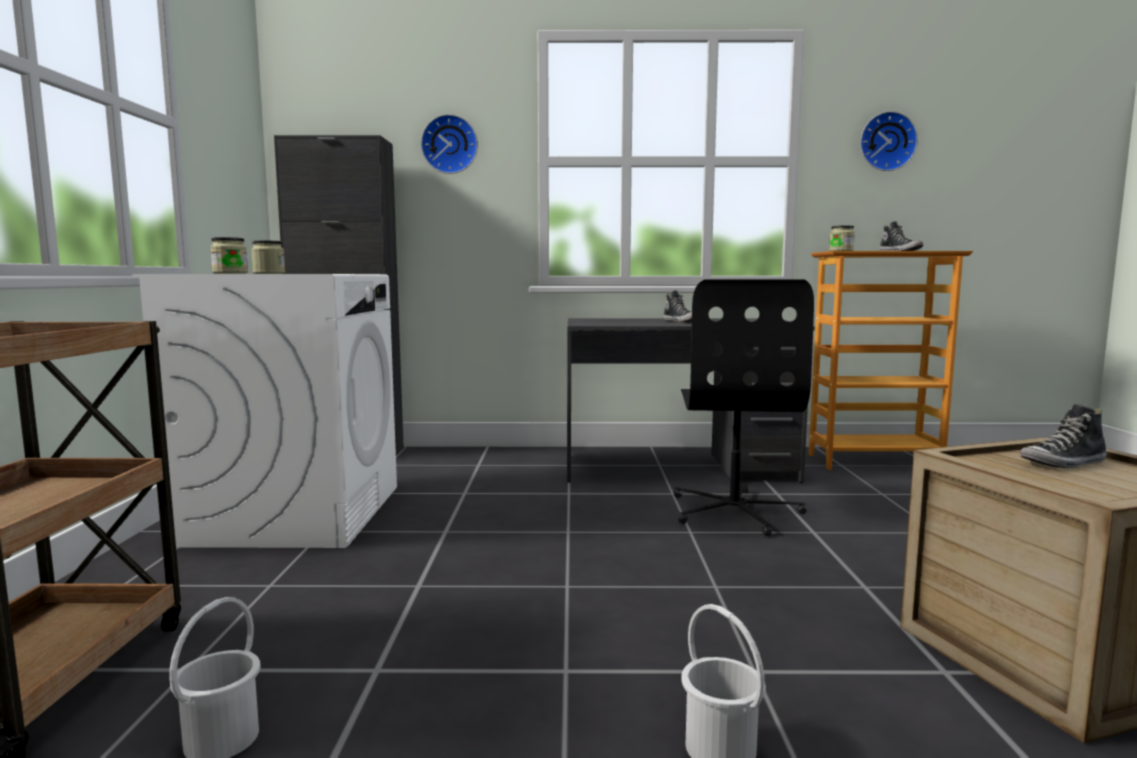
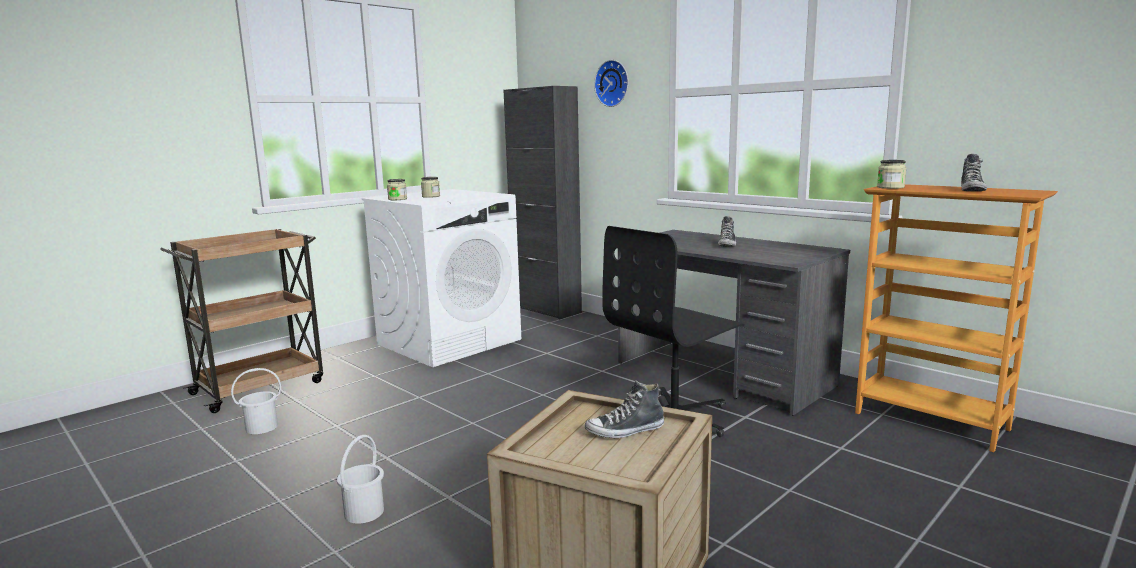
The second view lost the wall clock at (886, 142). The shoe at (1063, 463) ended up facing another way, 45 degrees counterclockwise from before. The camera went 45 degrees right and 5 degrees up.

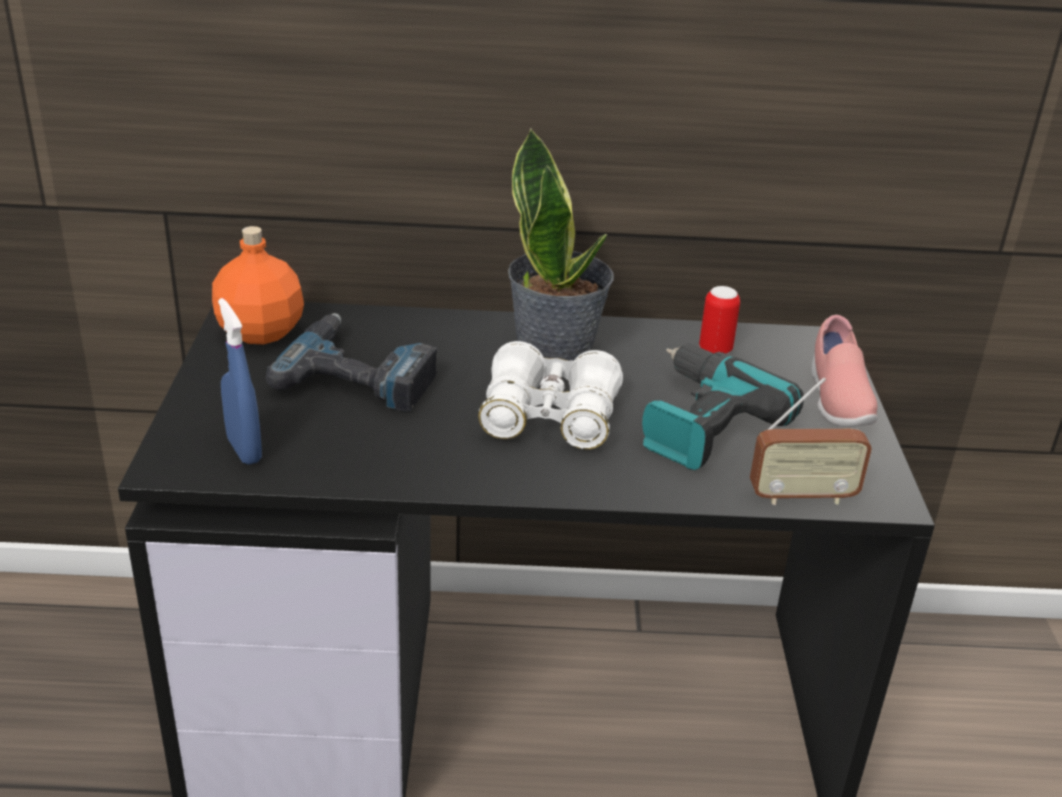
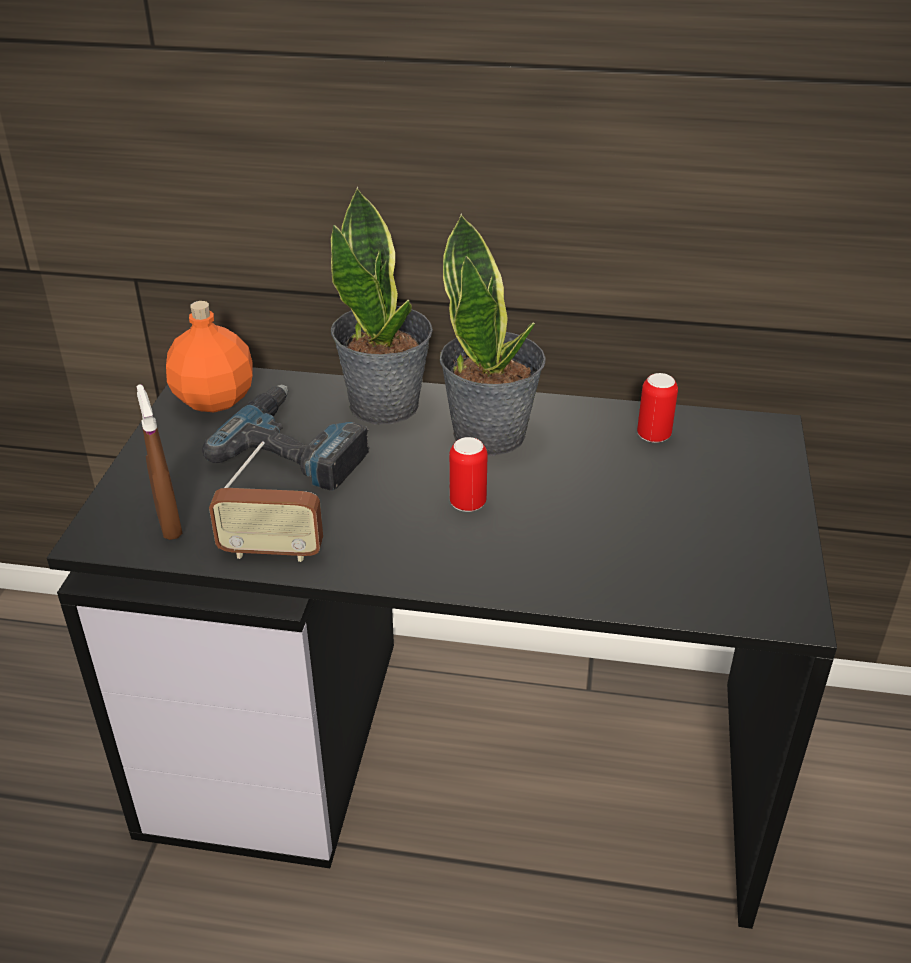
The second view lost the power drill at (699, 422). The second view lost the pink shoe at (836, 400). The second view gained the potted plant at (385, 405). The radio ended up elsewhere, having gone from (802, 496) to (271, 552). Where the white binoculars stood at (549, 417), the can came to stand at (468, 503). What was the blue spray bottle at (244, 450) turned into the brown spray bottle at (169, 524). The camera went 10 degrees right and 5 degrees up.

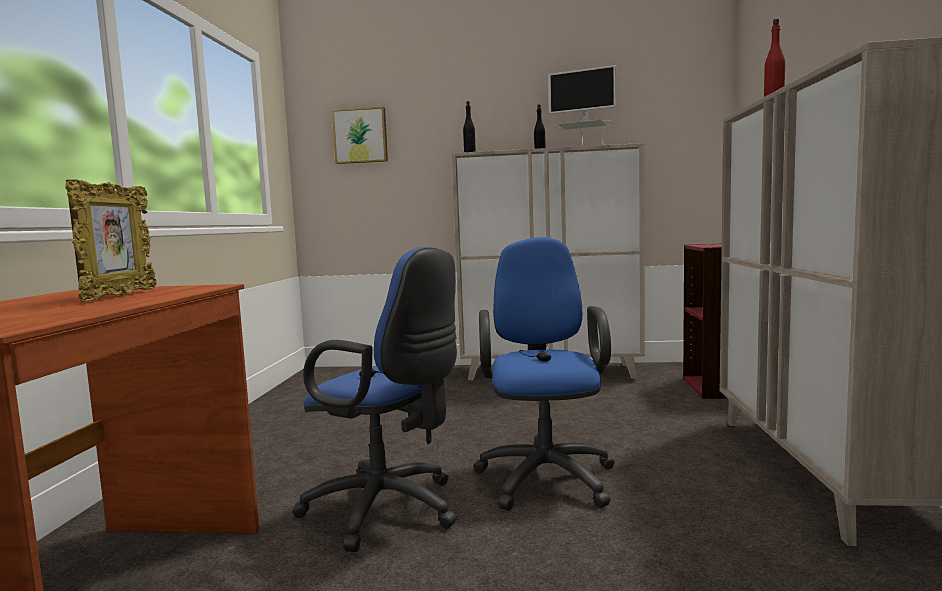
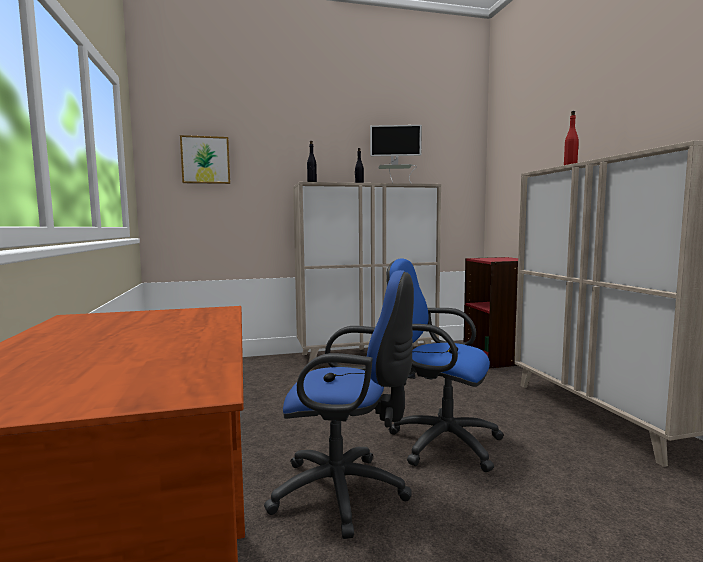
The second view lost the picture frame at (119, 296). The blue office chair at (545, 475) ended up facing another way, 45 degrees counterclockwise from before. The camera went 20 degrees left and 0 degrees up.

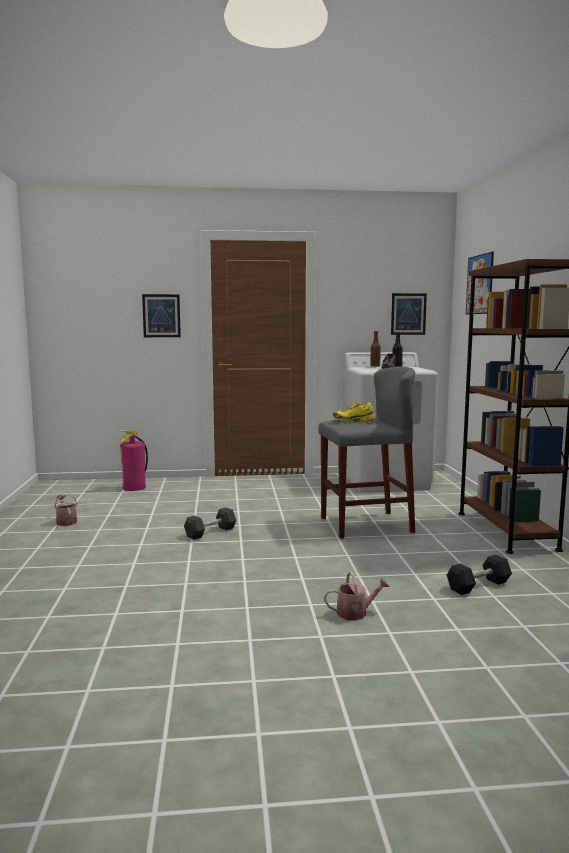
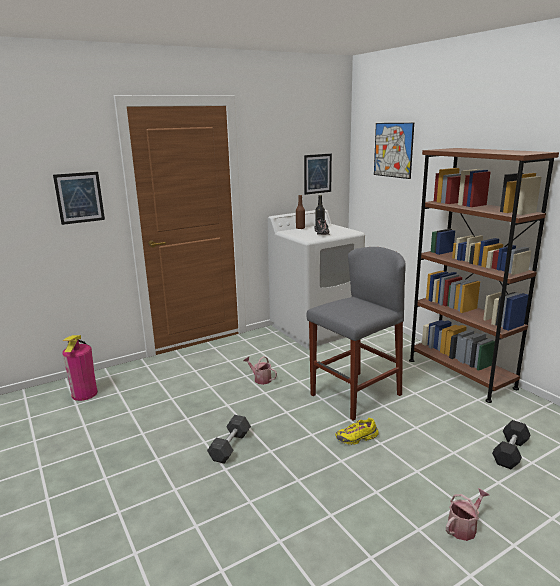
The watering can ended up elsewhere, having gone from (66, 521) to (260, 379). The yellow shoe ended up elsewhere, having gone from (354, 421) to (357, 438). The camera went 25 degrees left and 10 degrees up.

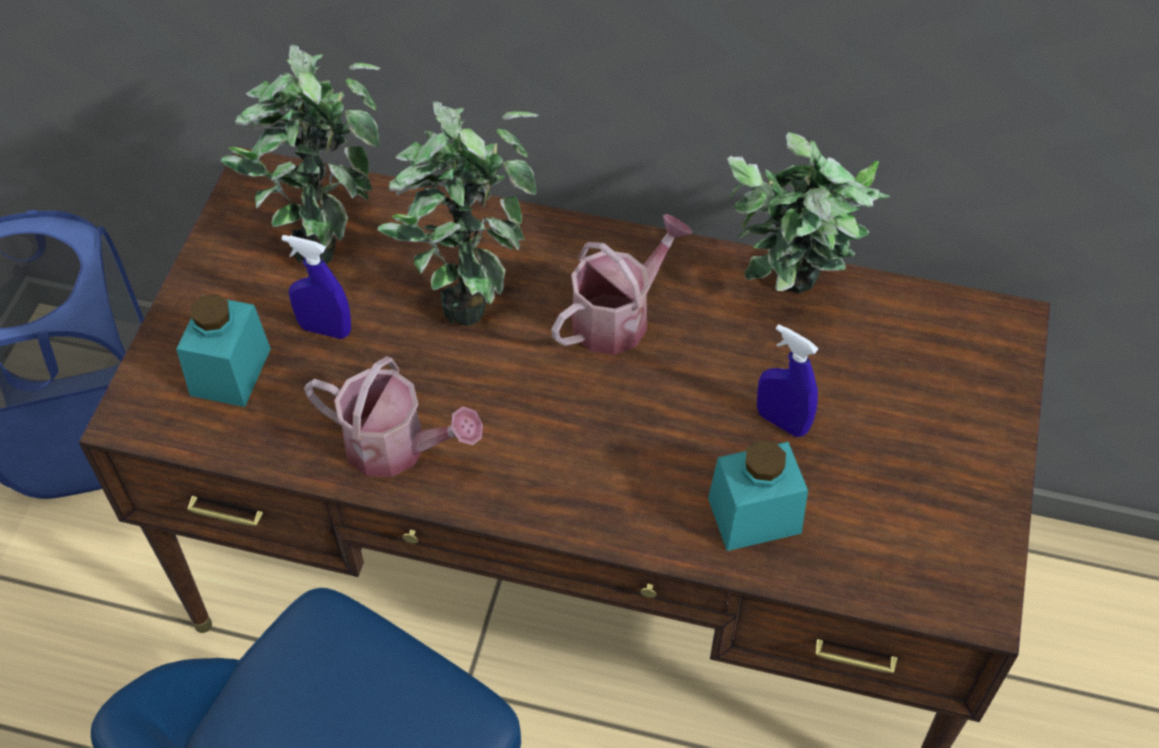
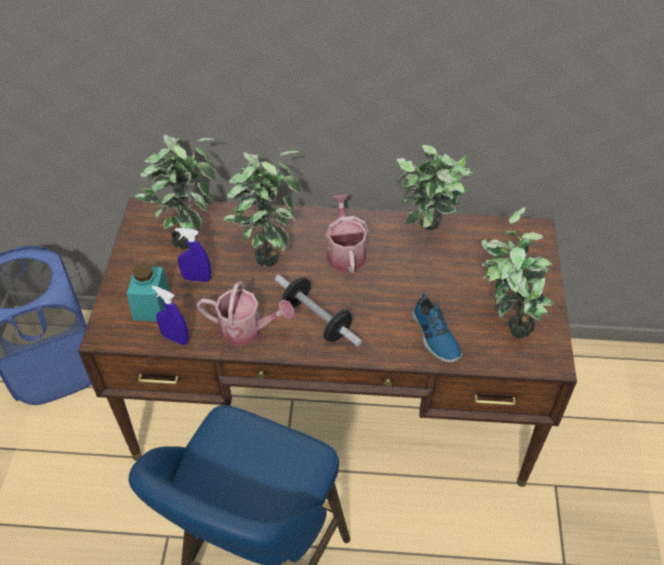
The second view gained the dumbbell at (317, 320). The second view gained the potted plant at (505, 324). The blue spray bottle ended up elsewhere, having gone from (781, 422) to (175, 338). Where the turquoise jar stood at (754, 515), the shoe came to stand at (434, 336). The watering can at (618, 316) ended up facing another way, 45 degrees counterclockwise from before. The camera went 10 degrees left and 5 degrees down.

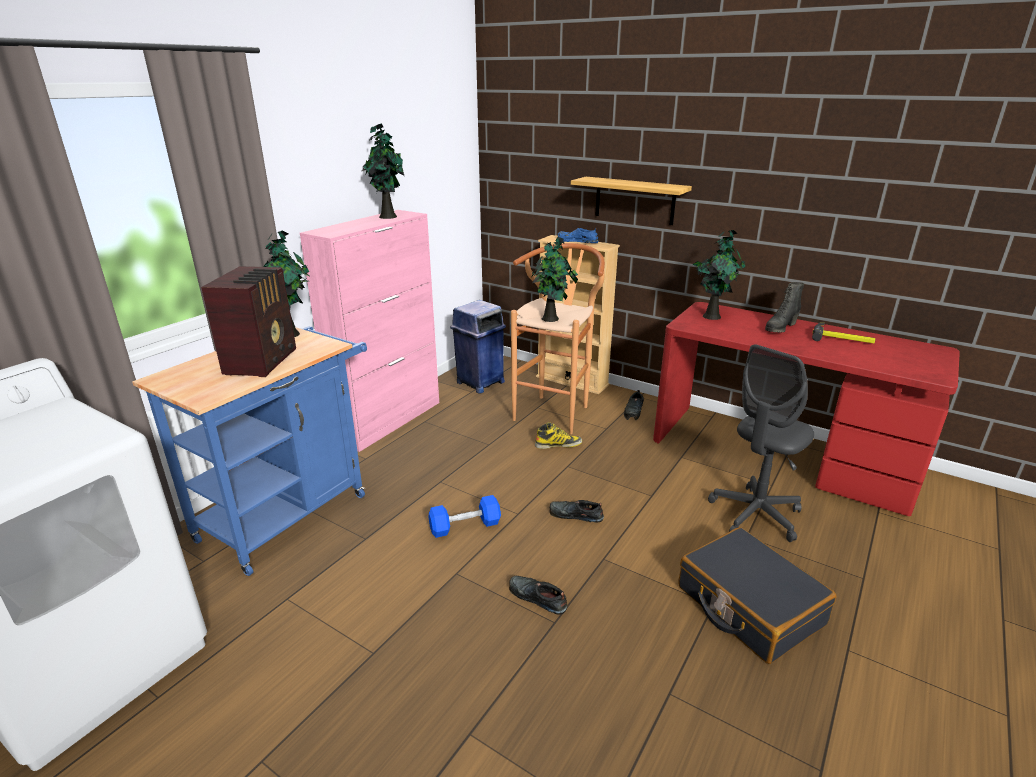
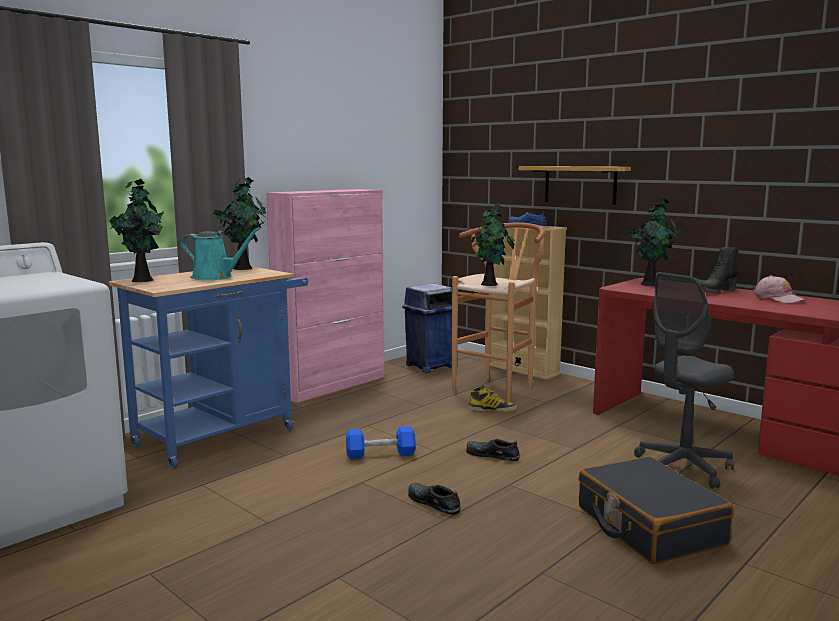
The second view lost the black shoe at (634, 411). The potted plant ended up elsewhere, having gone from (387, 216) to (142, 280). Where the radio stood at (263, 361), the turquoise watering can came to stand at (215, 277). Where the hammer stood at (842, 339), the pink cap came to stand at (778, 299). The camera went 10 degrees right and 15 degrees down.

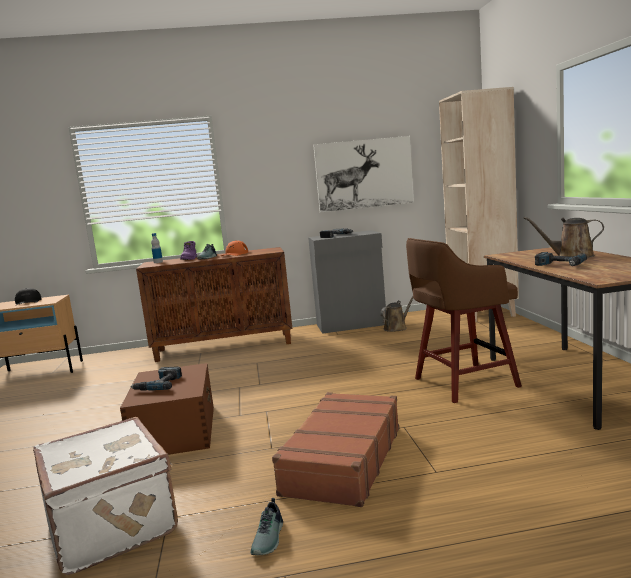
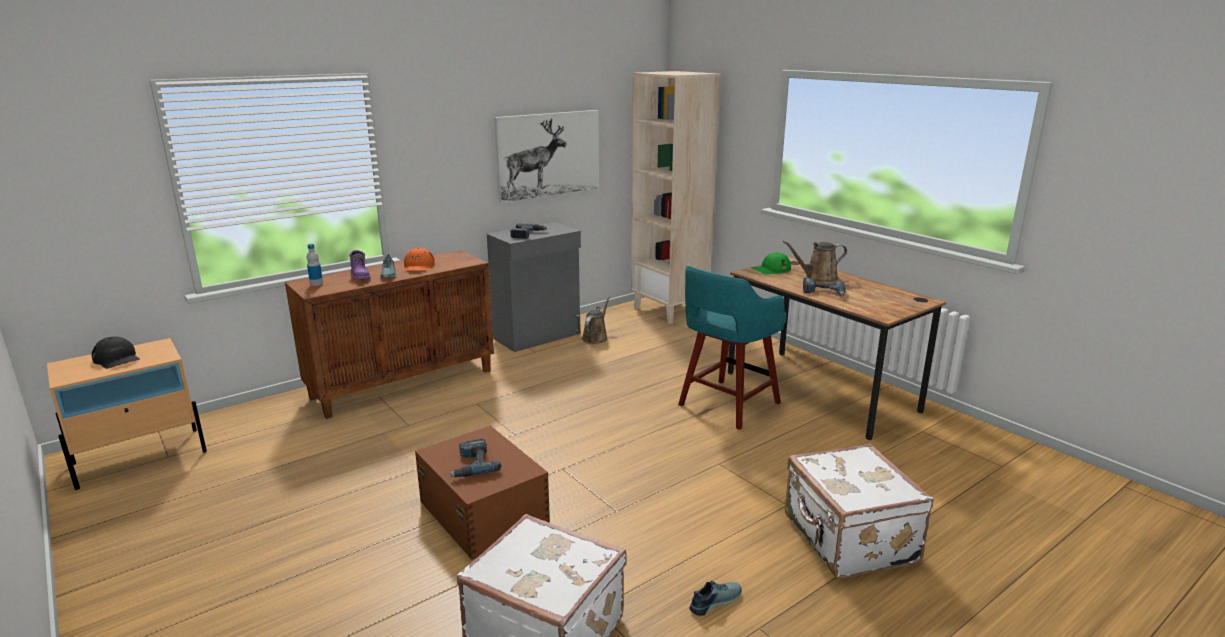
The second view lost the brown suitcase at (342, 460). The second view gained the green cap at (771, 269). The second view gained the white suitcase at (847, 540). What was the brown stool at (462, 383) turned into the turquoise stool at (727, 405). The shoe at (270, 538) ended up facing another way, 105 degrees counterclockwise from before. The camera went 30 degrees left and 10 degrees up.

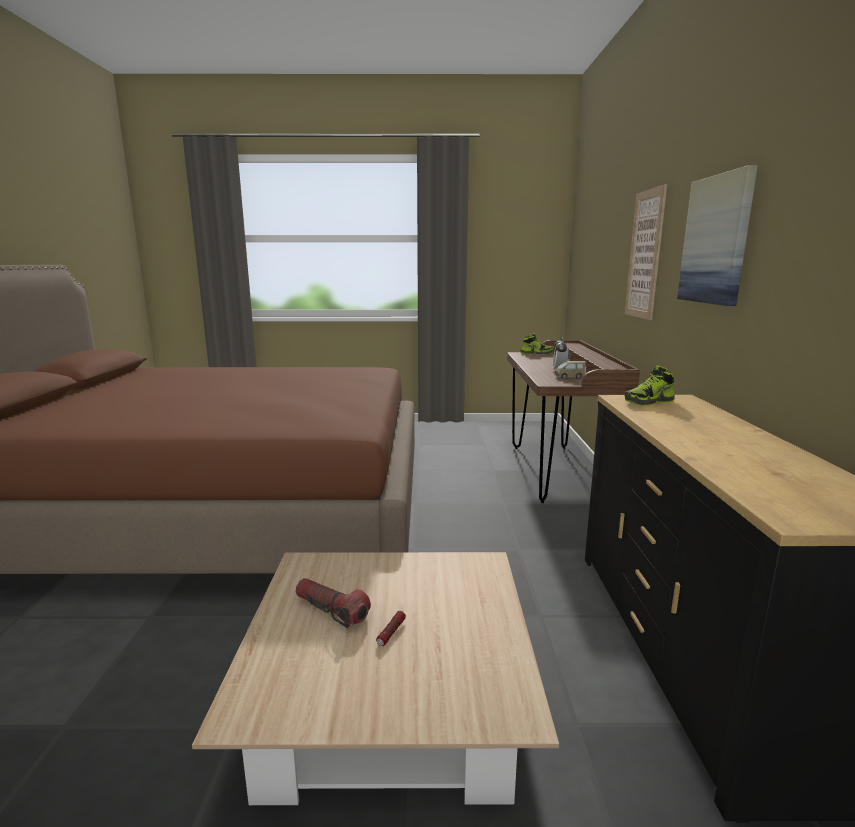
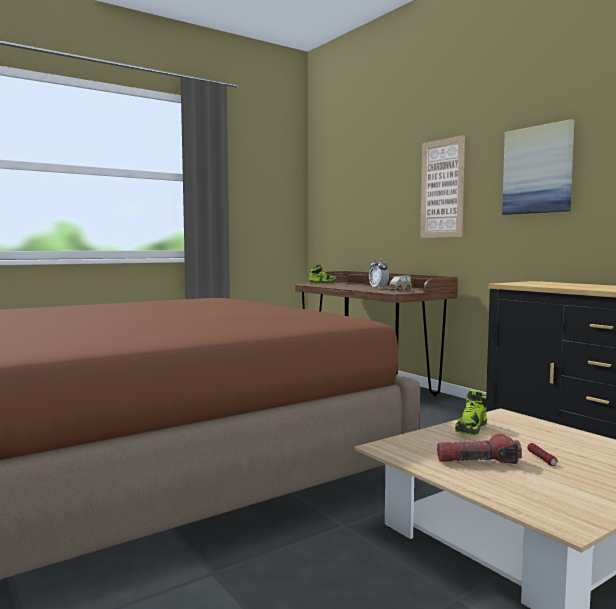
The shoe ended up elsewhere, having gone from (649, 402) to (471, 429). The camera went 35 degrees left and 10 degrees down.

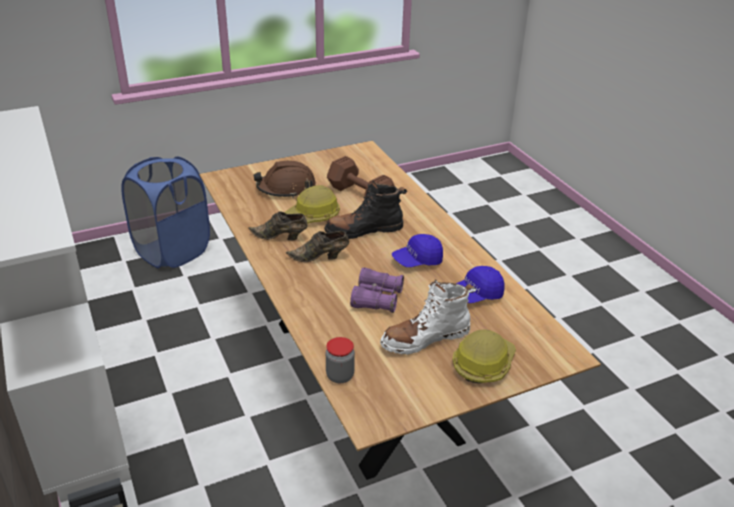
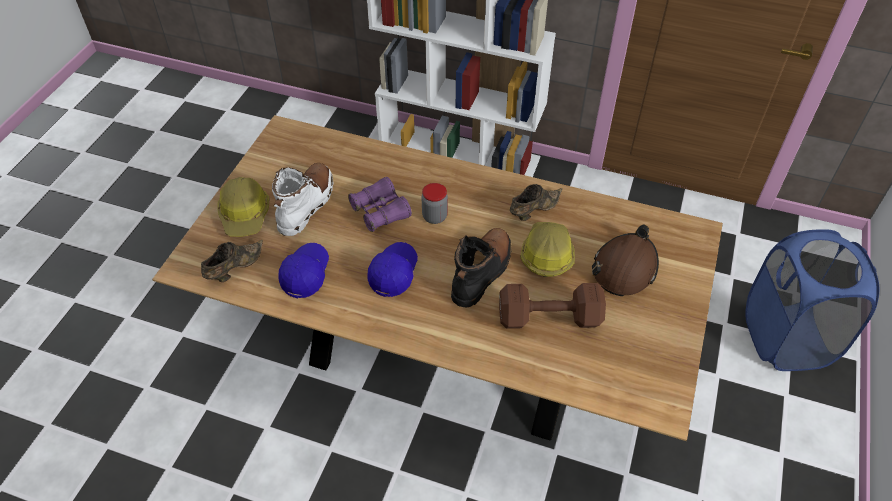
The brown shoe ended up elsewhere, having gone from (320, 258) to (234, 268). The jar ended up elsewhere, having gone from (340, 376) to (434, 216). The camera went 135 degrees right and 15 degrees up.

